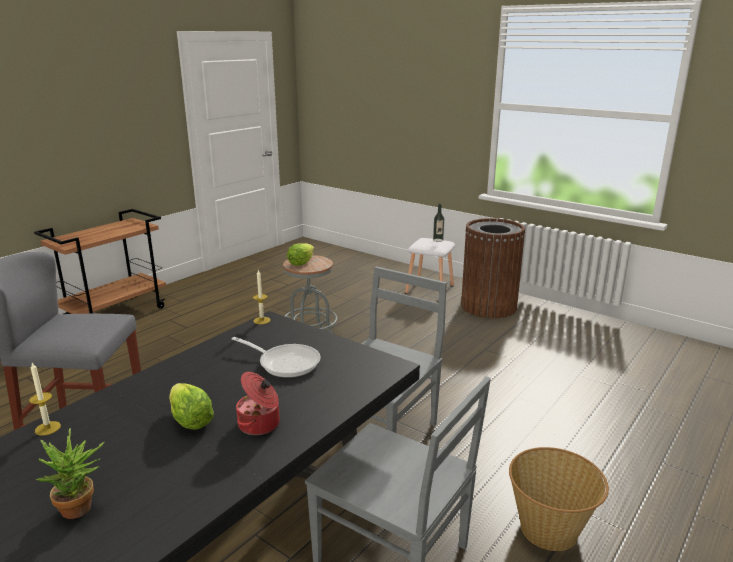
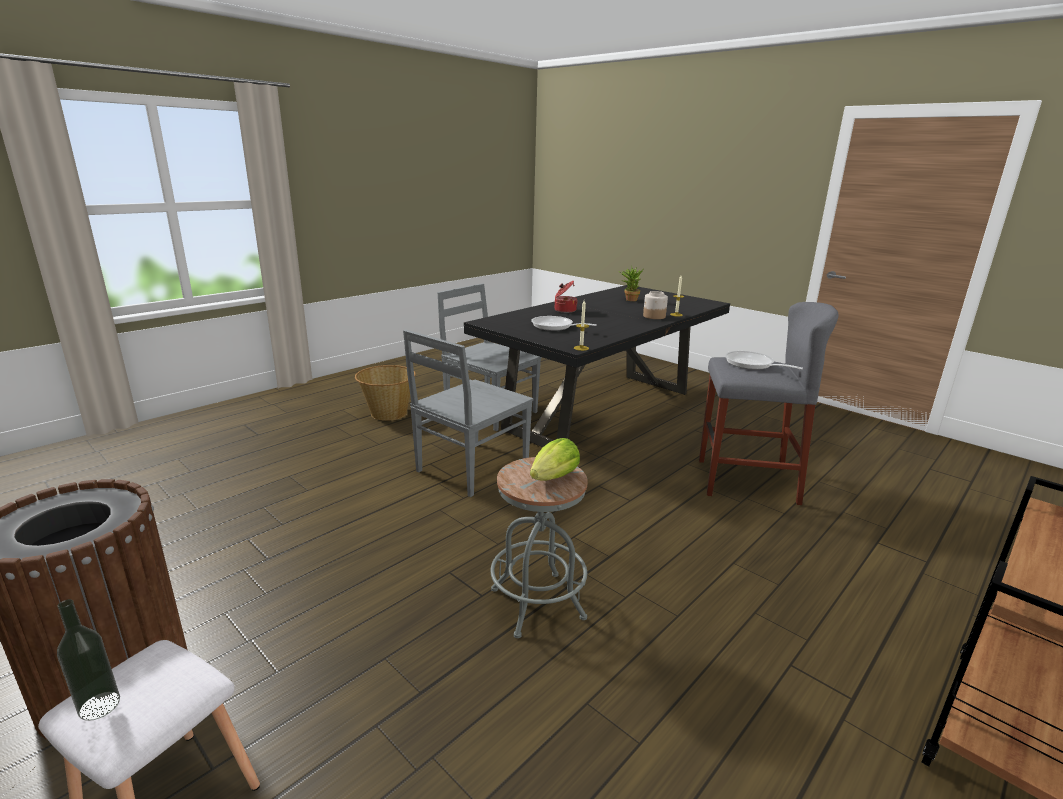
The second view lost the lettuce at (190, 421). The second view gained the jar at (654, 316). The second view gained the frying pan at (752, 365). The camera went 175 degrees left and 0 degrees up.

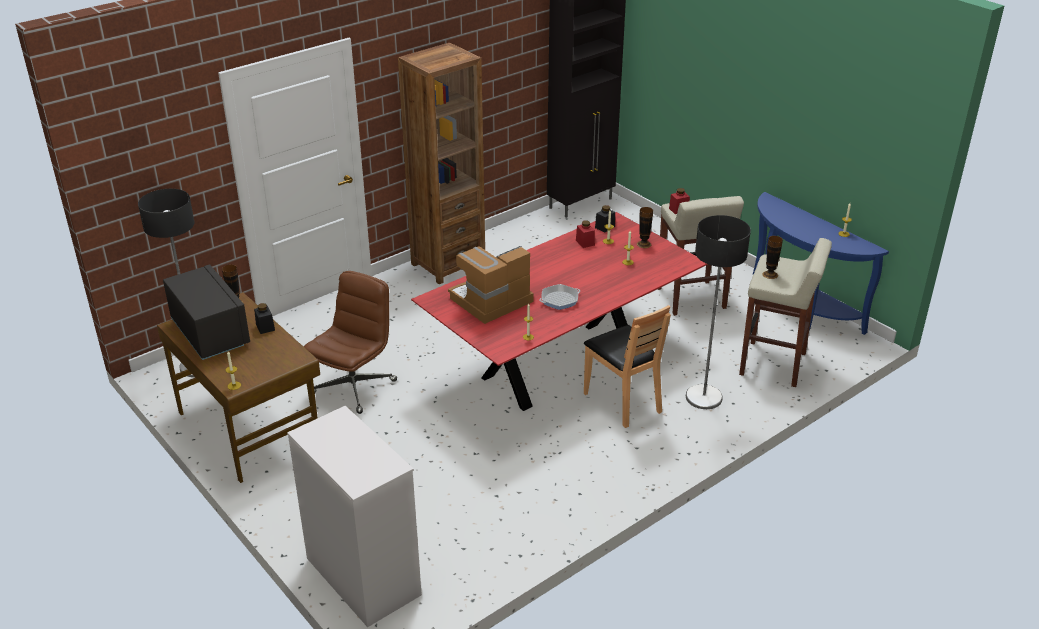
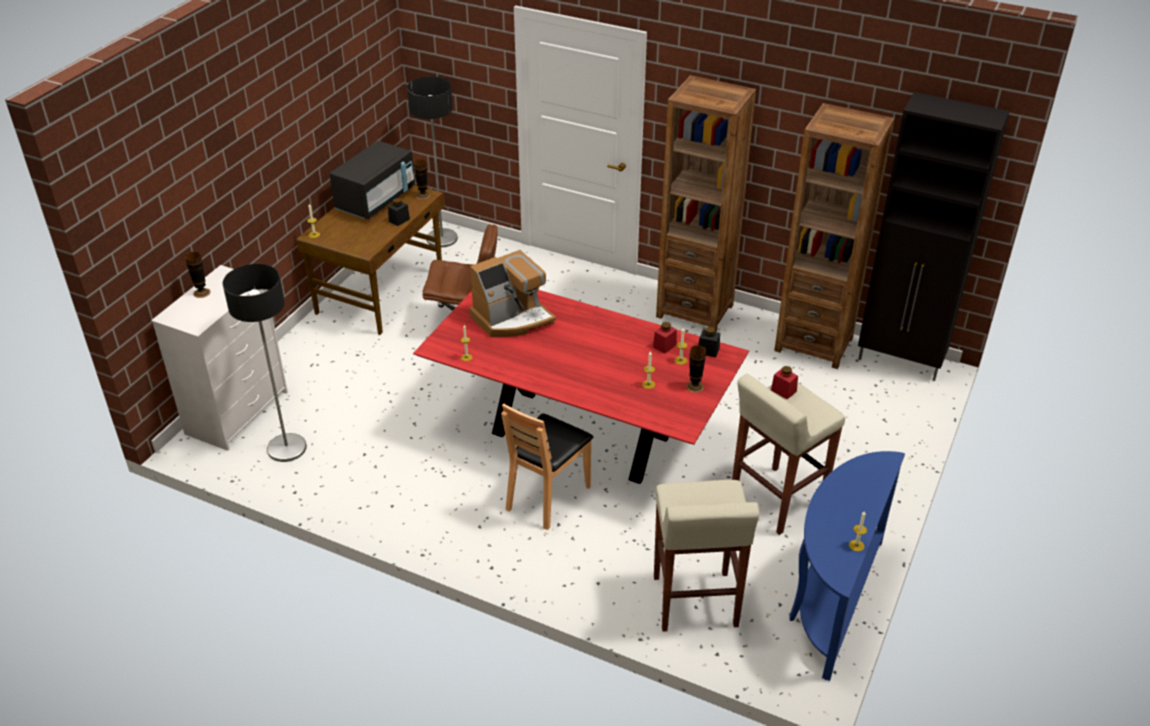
The second view lost the frying pan at (559, 300). The second view gained the brown bookcase at (813, 344). The floor lamp ended up elsewhere, having gone from (703, 398) to (286, 448). The vase ended up elsewhere, having gone from (770, 274) to (201, 293). The coffee machine at (491, 301) ended up facing another way, 120 degrees clockwise from before. The camera went 65 degrees right and 5 degrees up.

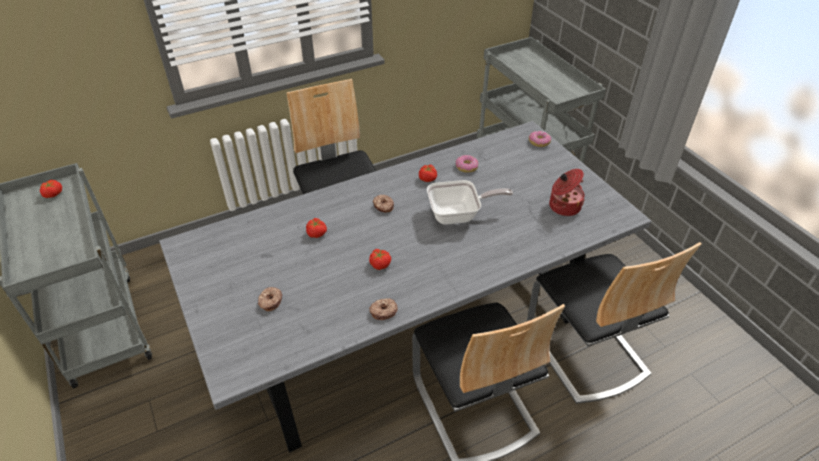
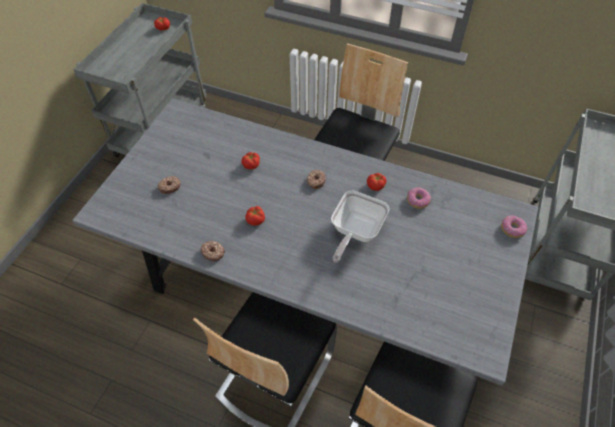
The second view lost the cooking pot at (563, 206). The frying pan at (459, 215) ended up facing another way, 75 degrees clockwise from before. The camera went 50 degrees right and 10 degrees up.

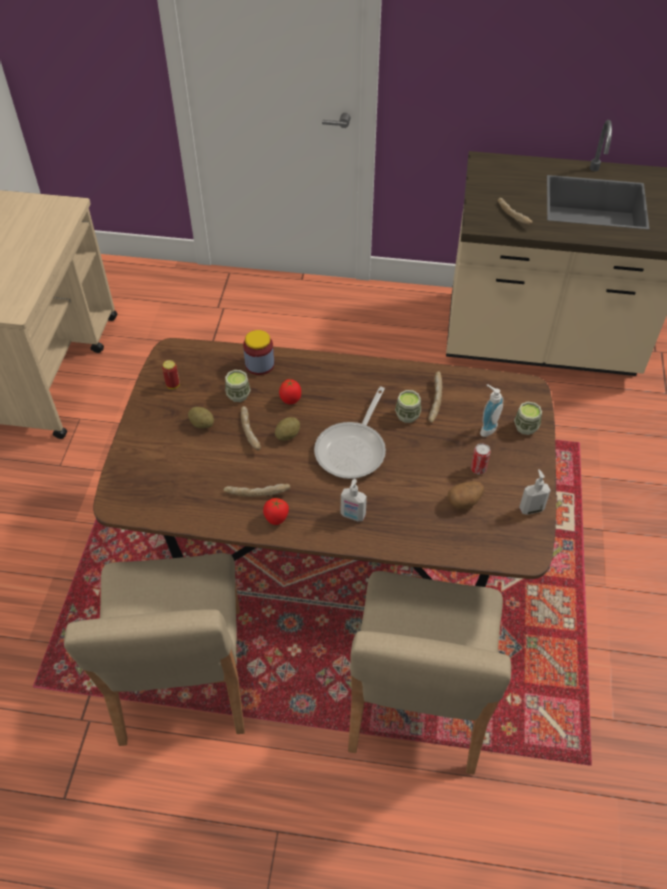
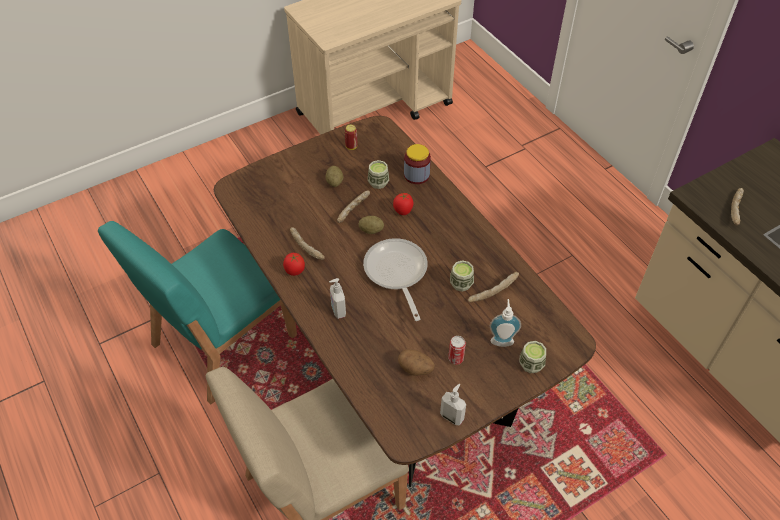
What was the beige chair at (181, 676) turned into the turquoise chair at (222, 341). The frying pan at (353, 449) ended up facing another way, 90 degrees clockwise from before. The camera went 50 degrees right and 0 degrees up.

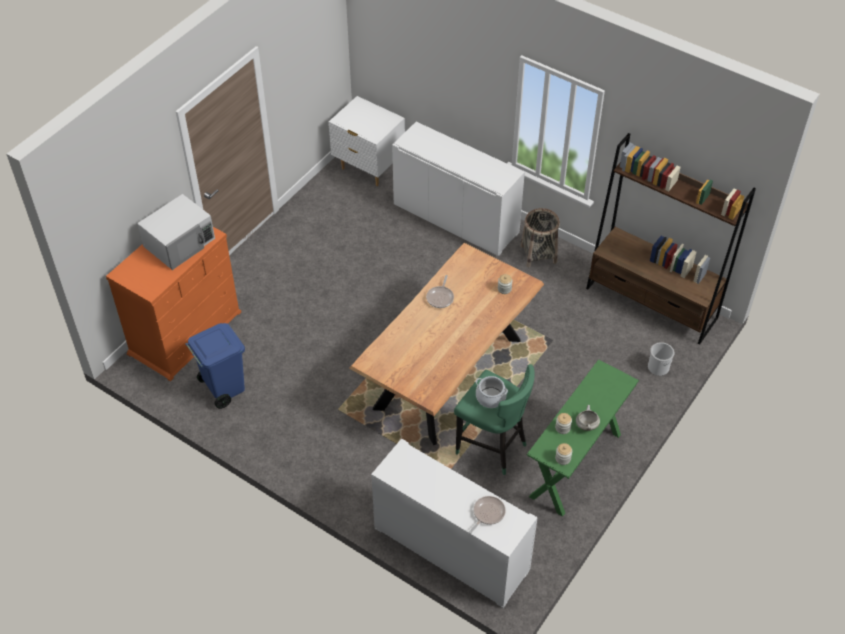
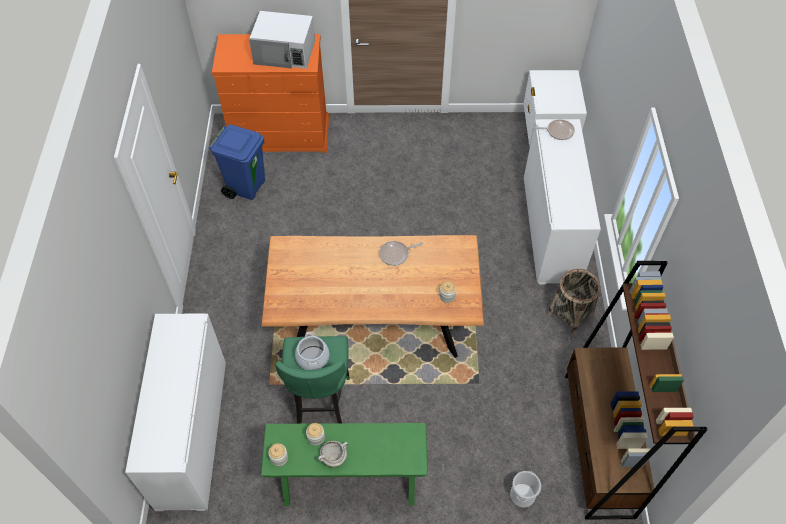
The frying pan ended up elsewhere, having gone from (487, 513) to (558, 131). The camera went 55 degrees right and 5 degrees up.

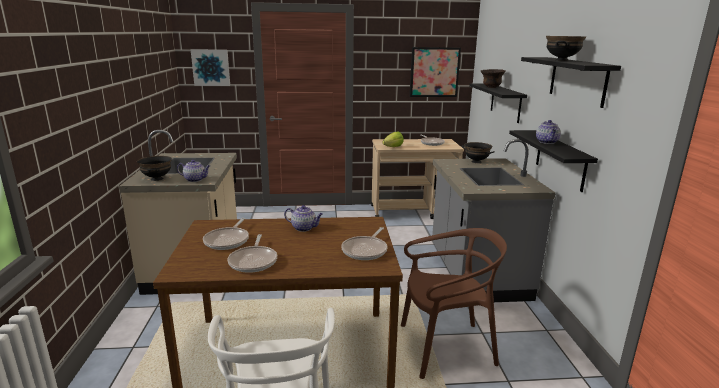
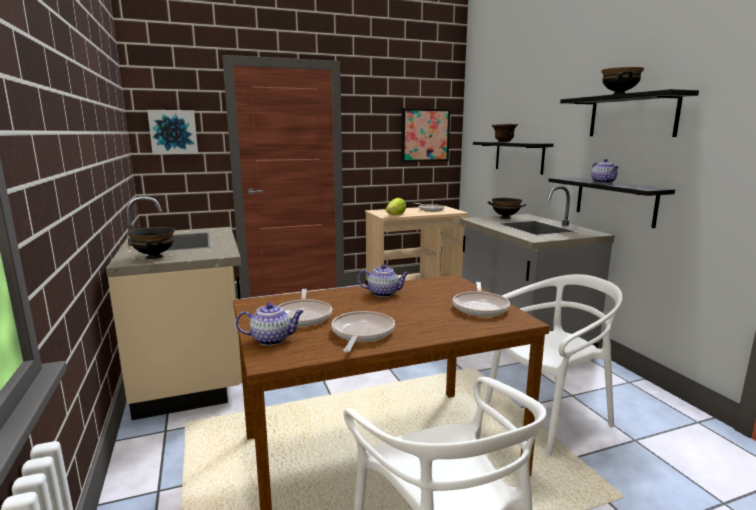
The teapot ended up elsewhere, having gone from (195, 179) to (272, 339). What was the brown chair at (446, 347) turned into the white chair at (548, 417). The frying pan at (254, 261) ended up facing another way, 150 degrees counterclockwise from before. The camera went 15 degrees left and 5 degrees down.

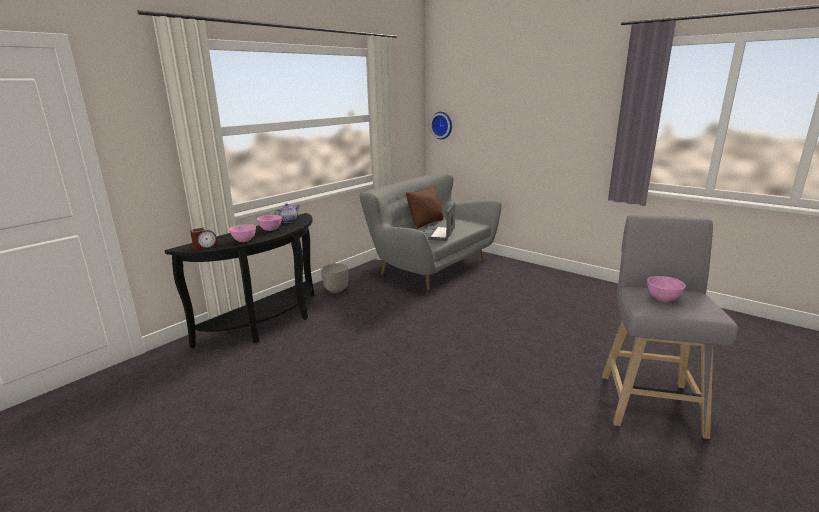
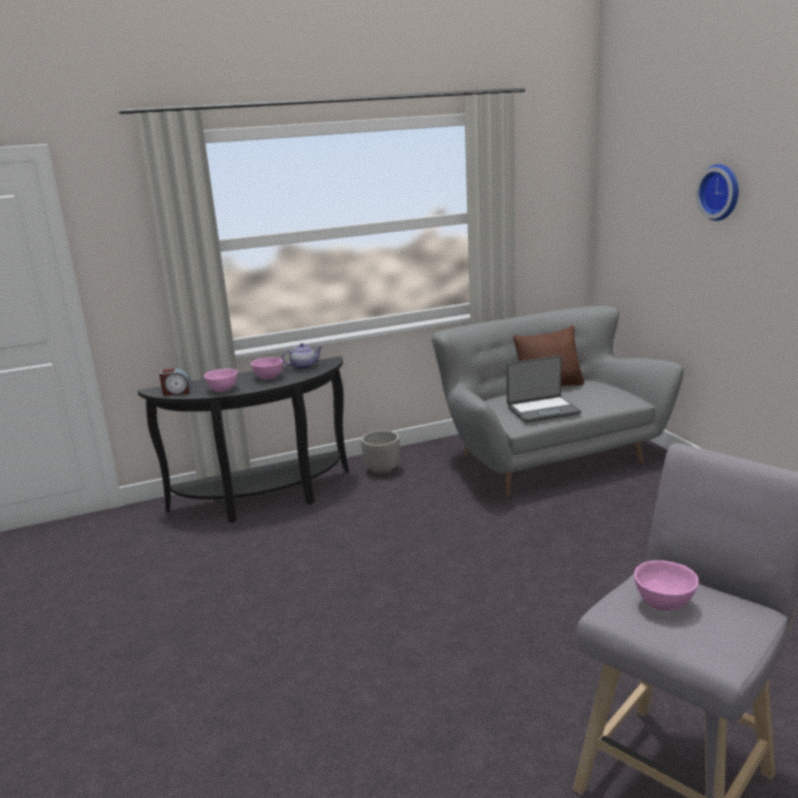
The wall clock ended up elsewhere, having gone from (442, 125) to (721, 192). The laptop at (438, 234) ended up facing another way, 150 degrees counterclockwise from before. The camera went 30 degrees right and 0 degrees up.

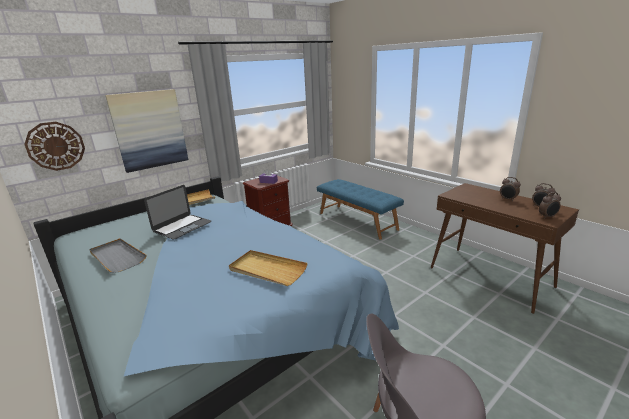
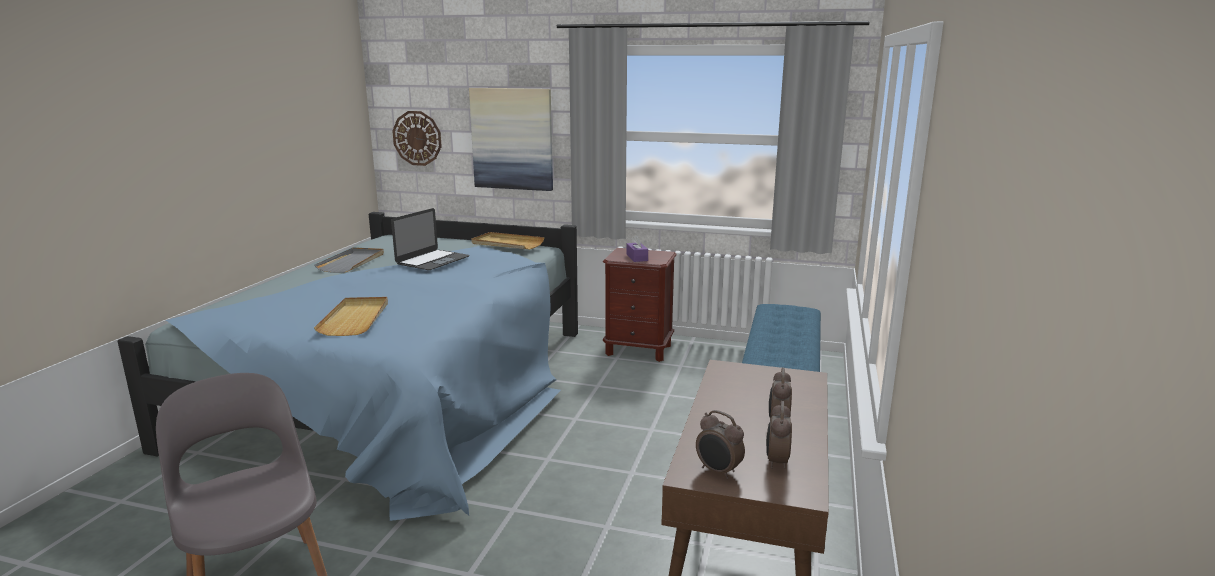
The laptop at (182, 226) ended up facing another way, 60 degrees counterclockwise from before. The camera went 55 degrees right and 5 degrees down.

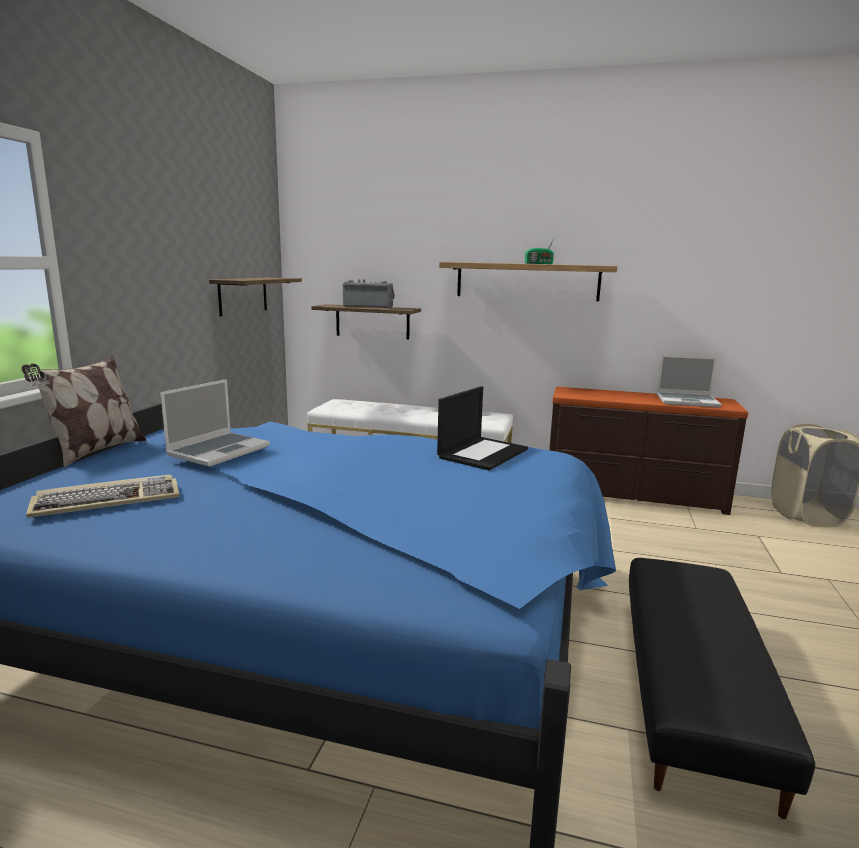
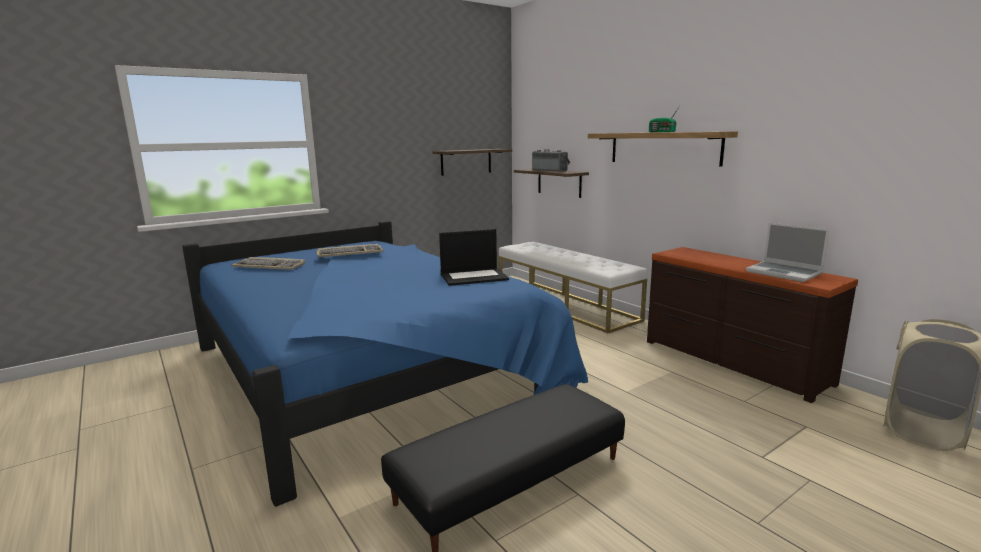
The second view lost the pillow at (95, 451). Where the laptop stood at (219, 450), the keyboard came to stand at (350, 253). The camera went 40 degrees right and 0 degrees up.

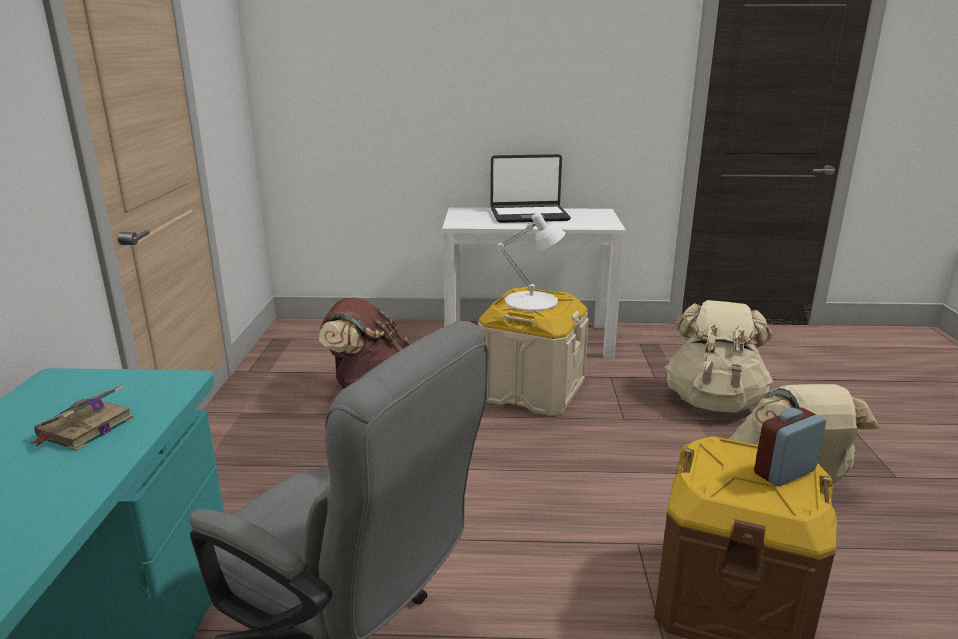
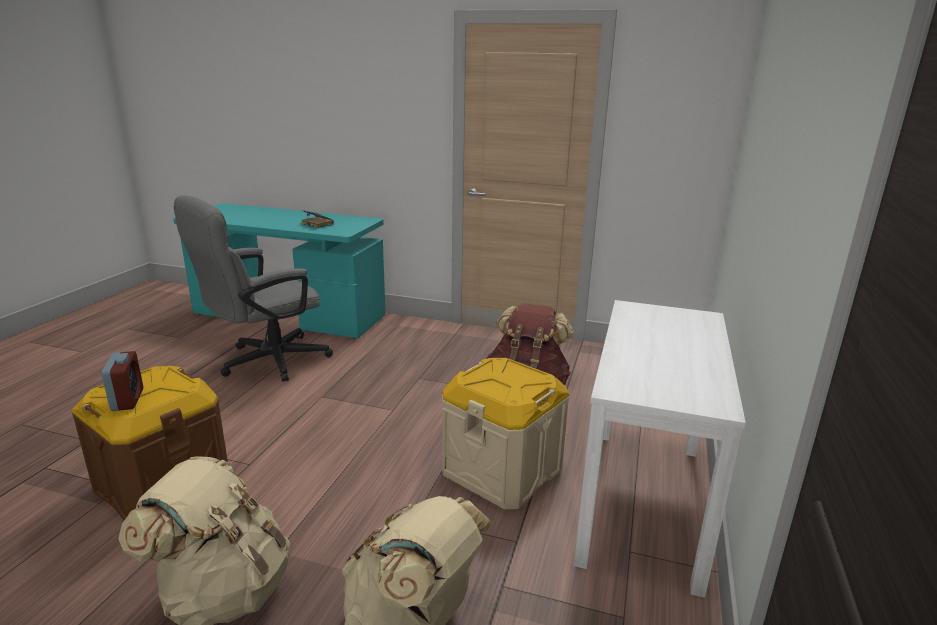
The second view lost the laptop at (529, 215). The second view lost the white table lamp at (532, 301). The camera went 105 degrees right and 0 degrees up.

